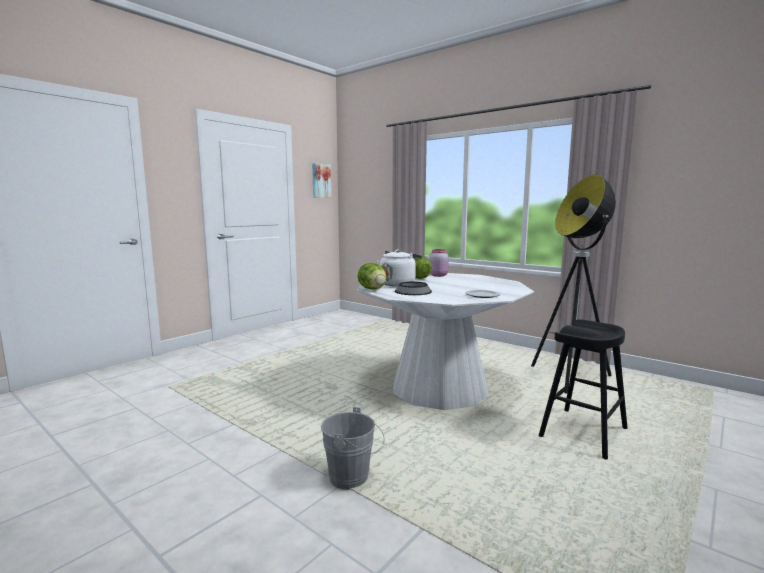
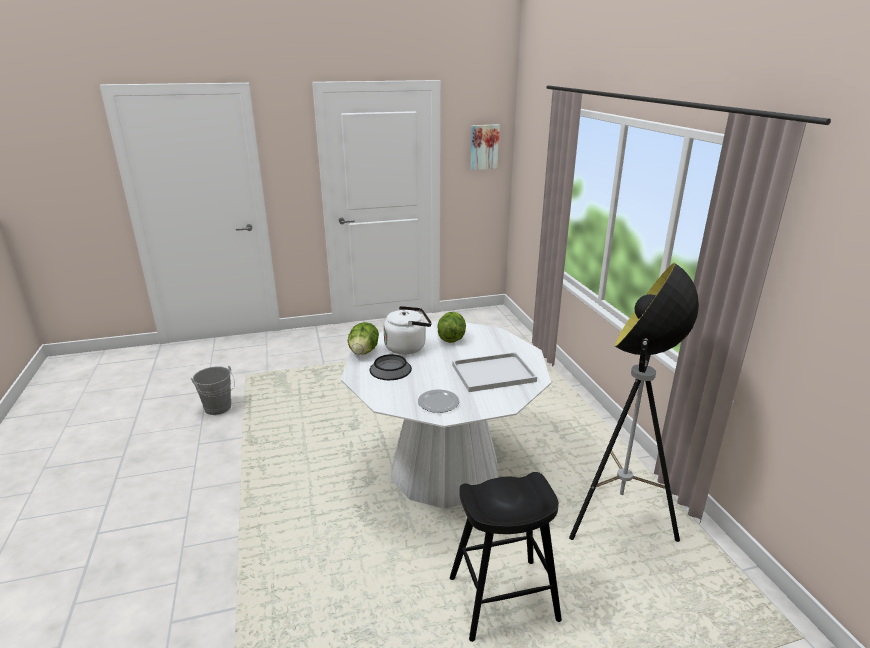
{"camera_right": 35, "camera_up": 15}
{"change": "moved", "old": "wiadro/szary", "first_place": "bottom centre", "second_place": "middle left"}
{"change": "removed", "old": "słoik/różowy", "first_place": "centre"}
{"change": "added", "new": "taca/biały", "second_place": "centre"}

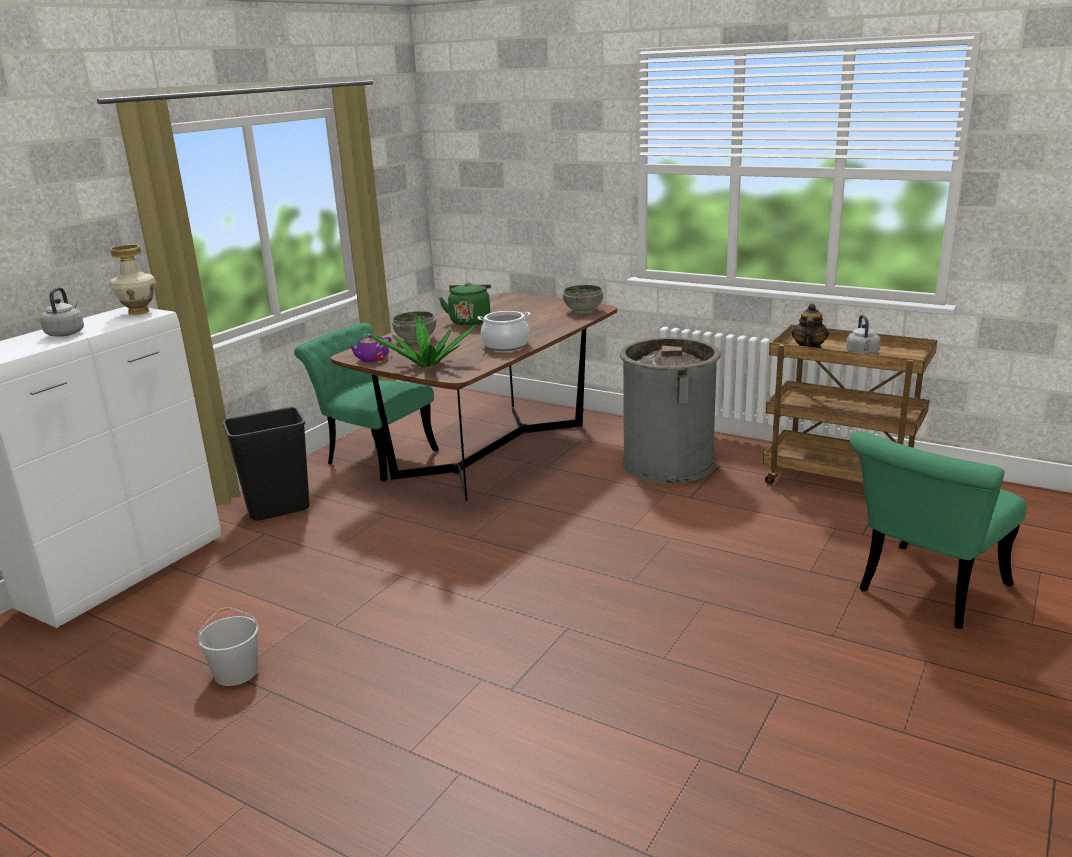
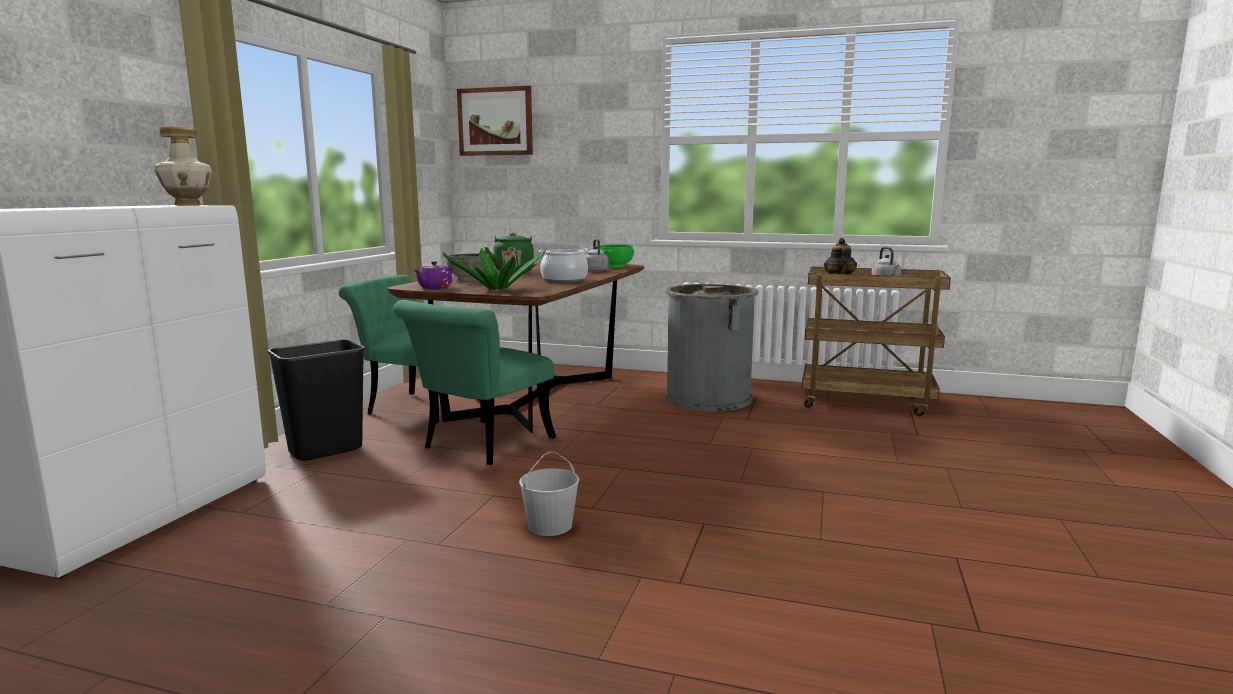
{"camera_right": -15, "camera_up": -10}
{"change": "moved", "old": "czajnik/szary (1st from left)", "first_place": "middle left", "second_place": "centre"}
{"change": "moved", "old": "wiadro/biały", "first_place": "bottom left", "second_place": "bottom centre"}
{"change": "recoloured", "old": "miska/szary (2nd from left)", "new": "miska/zielony", "first_place": "centre", "second_place": "centre"}
{"change": "moved", "old": "krzesło/zielony (2nd from left)", "first_place": "middle right", "second_place": "centre"}
{"change": "added", "new": "obraz", "second_place": "top centre"}

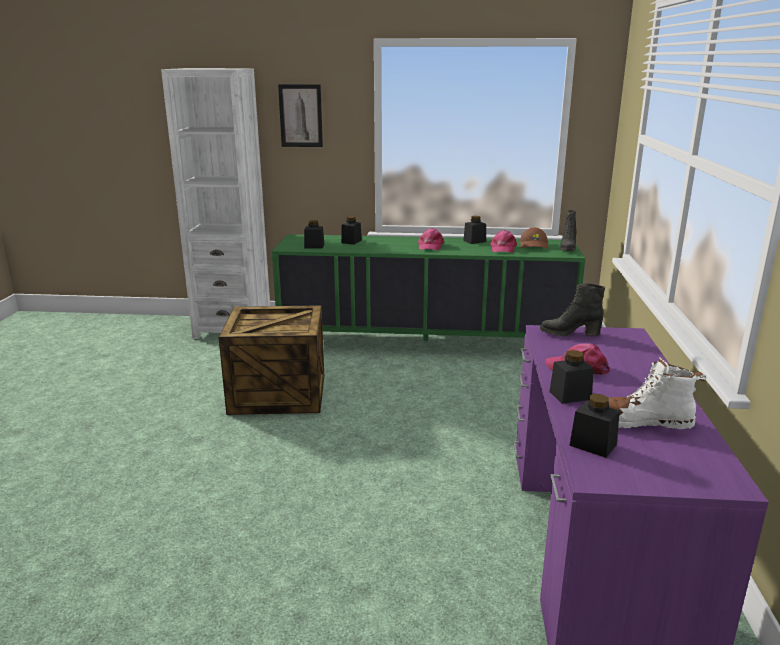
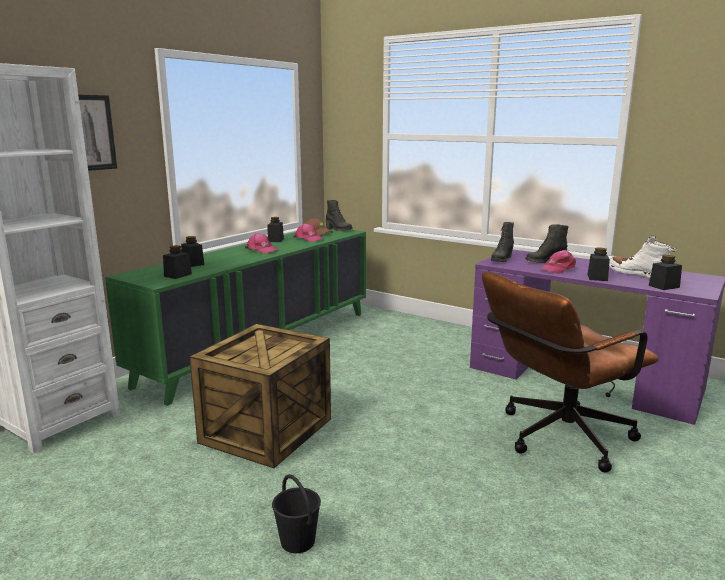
{"camera_right": -60, "camera_up": -5}
{"change": "turned", "old": "but z cholewką/biały", "first_place": "middle right", "second_place": "middle right", "degrees": 105}
{"change": "added", "new": "wiadro/czarny", "second_place": "bottom centre"}
{"change": "added", "new": "krzesło biurowe/brązowy", "second_place": "middle right"}
{"change": "added", "new": "but z cholewką/czarny (3rd from left)", "second_place": "middle right"}

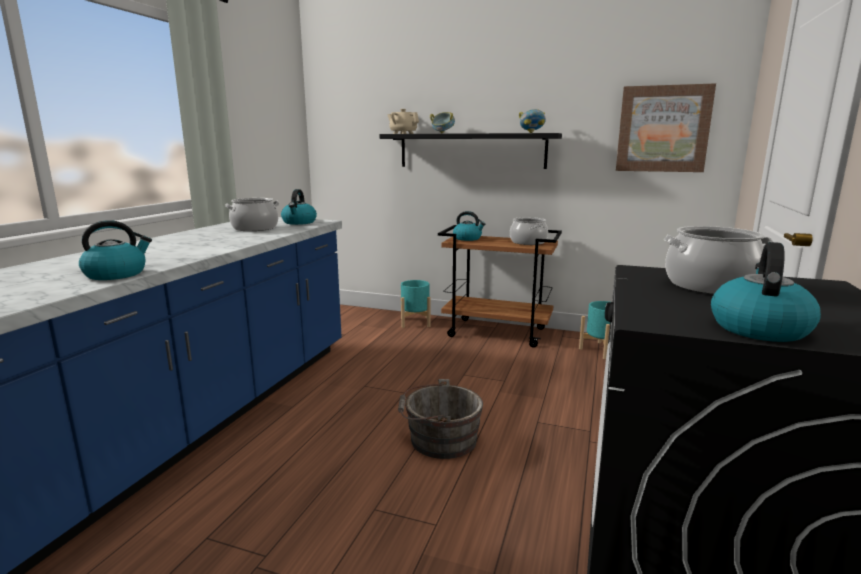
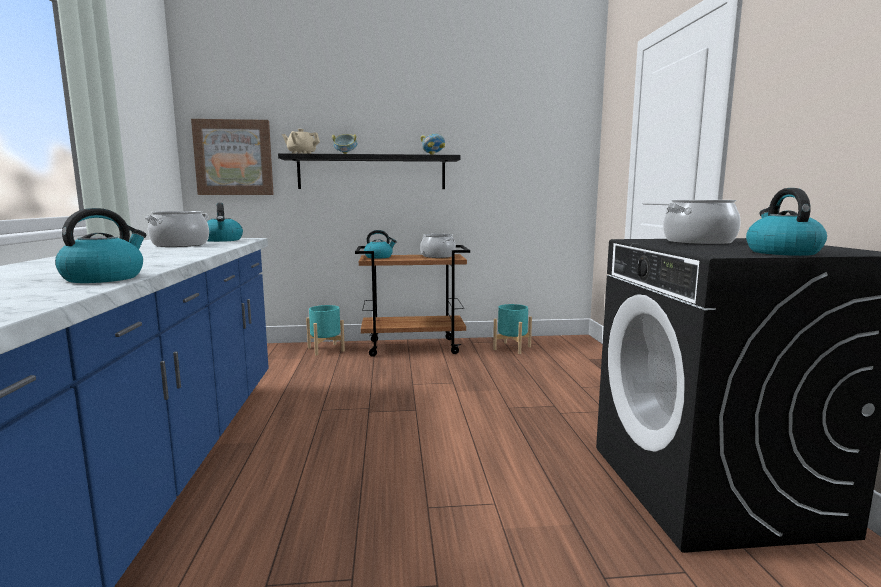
{"camera_right": -25, "camera_up": -5}
{"change": "removed", "old": "wiadro/szary", "first_place": "bottom centre"}
{"change": "moved", "old": "obraz", "first_place": "top right", "second_place": "top left"}

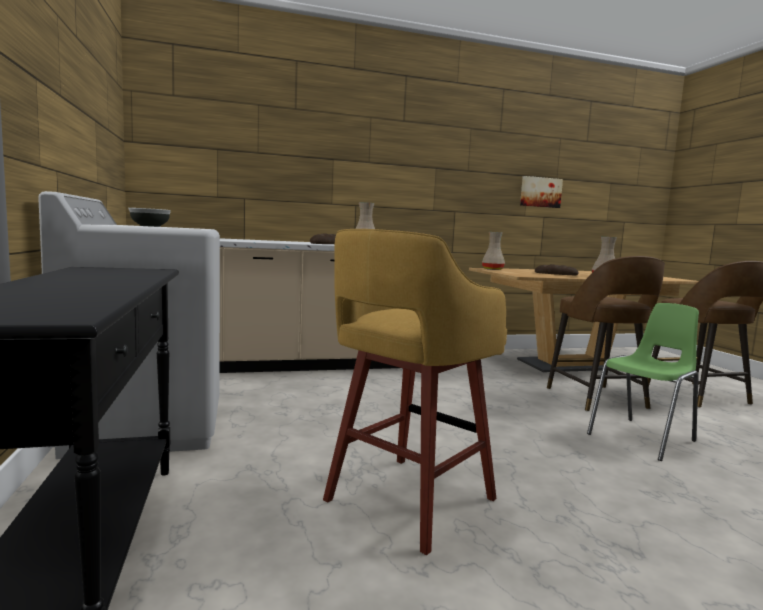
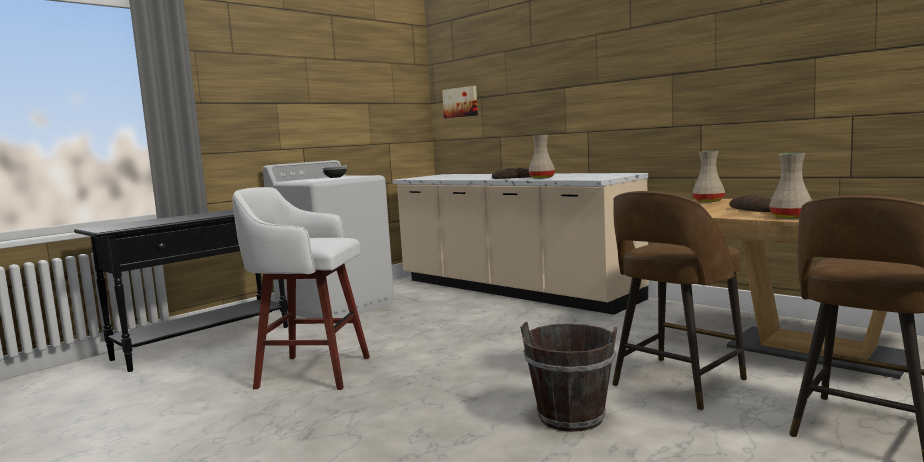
{"camera_right": 60, "camera_up": 0}
{"change": "recoloured", "old": "stołek/żółty", "new": "stołek/biały", "first_place": "centre", "second_place": "middle left"}
{"change": "moved", "old": "obraz", "first_place": "top right", "second_place": "top centre"}
{"change": "replaced", "old": "krzesło/zielony", "new": "wiadro/brązowy", "first_place": "middle right", "second_place": "bottom centre"}

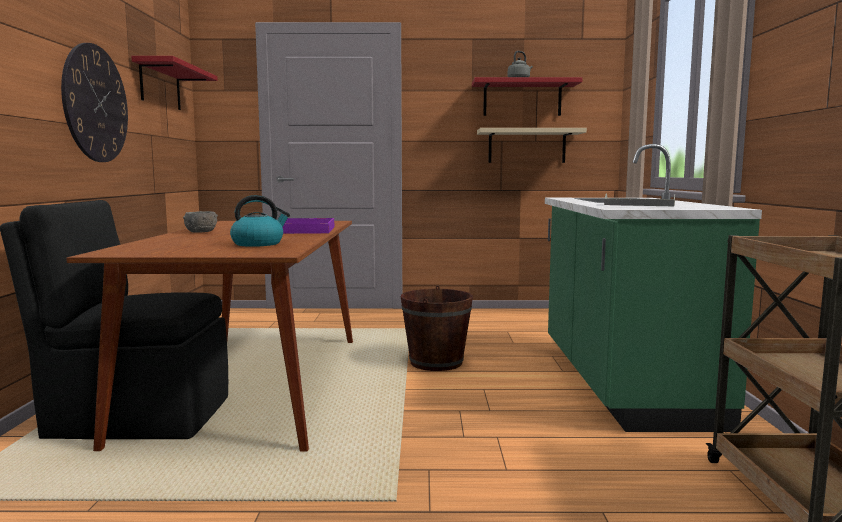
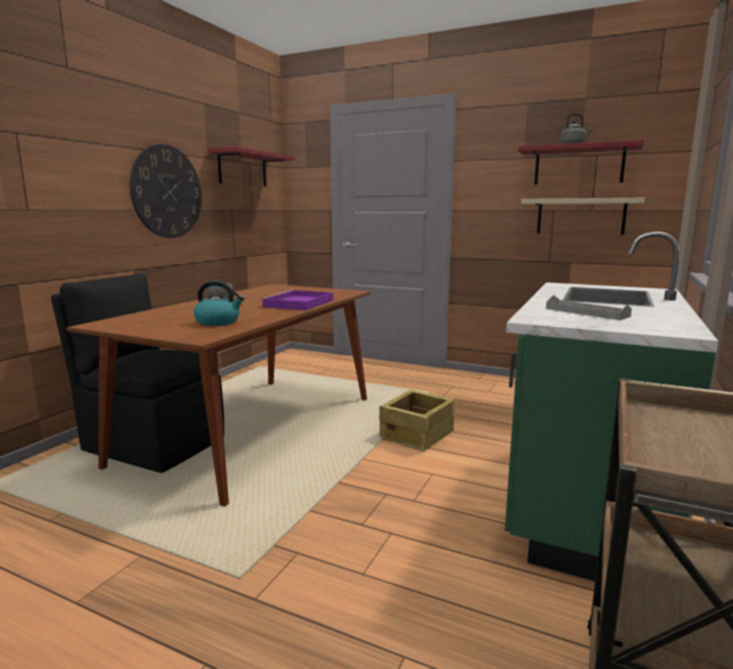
{"camera_right": 25, "camera_up": 5}
{"change": "replaced", "old": "wiadro/brązowy", "new": "skrzynka", "first_place": "centre", "second_place": "centre"}

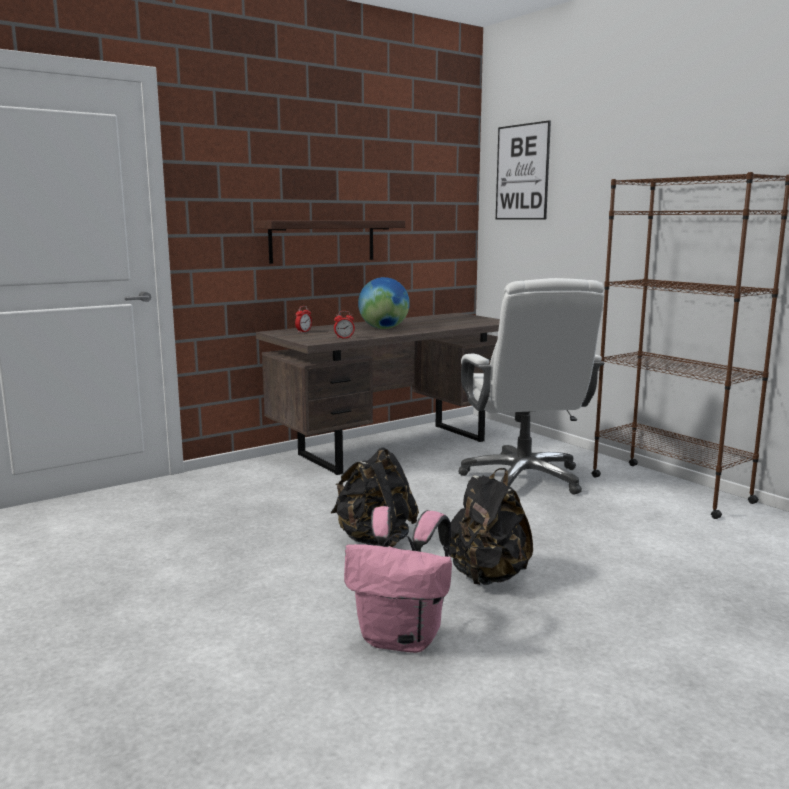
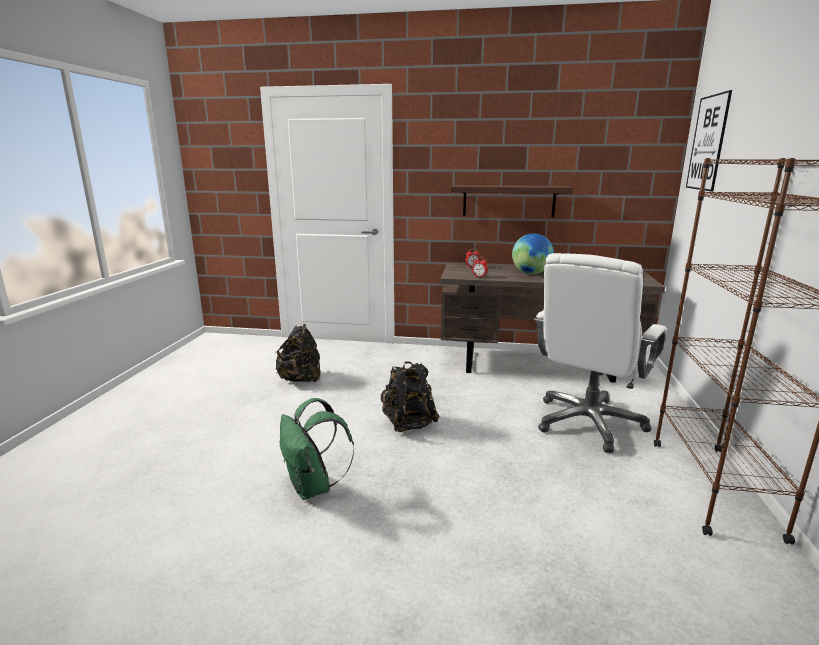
{"camera_right": 45, "camera_up": 5}
{"change": "recoloured", "old": "plecak/różowy", "new": "plecak/zielony", "first_place": "bottom centre", "second_place": "bottom centre"}
{"change": "moved", "old": "plecak/czarny (2nd from left in the first image)", "new": "plecak/czarny (1st from left)", "first_place": "bottom centre", "second_place": "centre"}

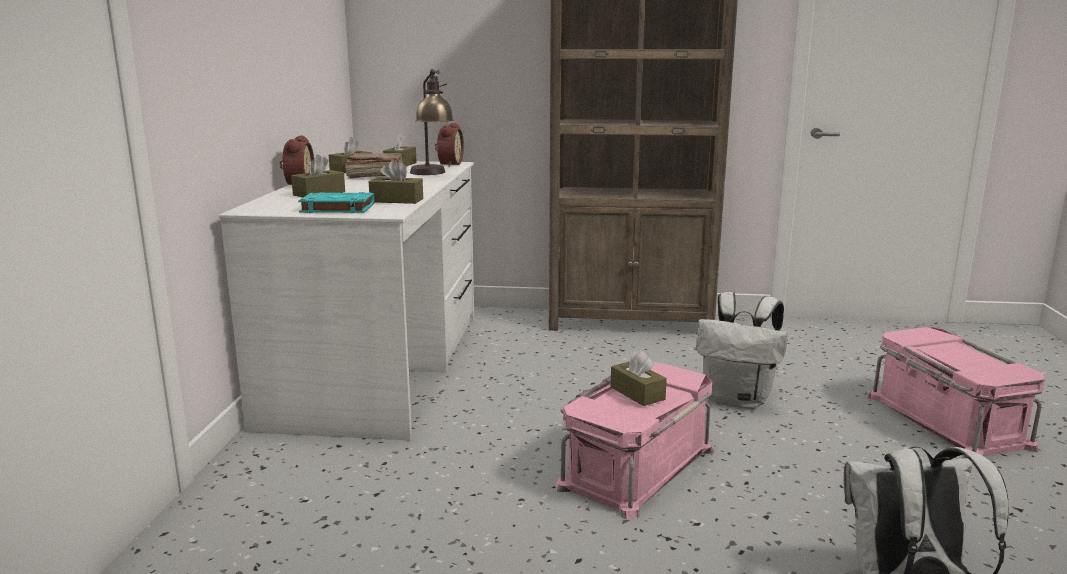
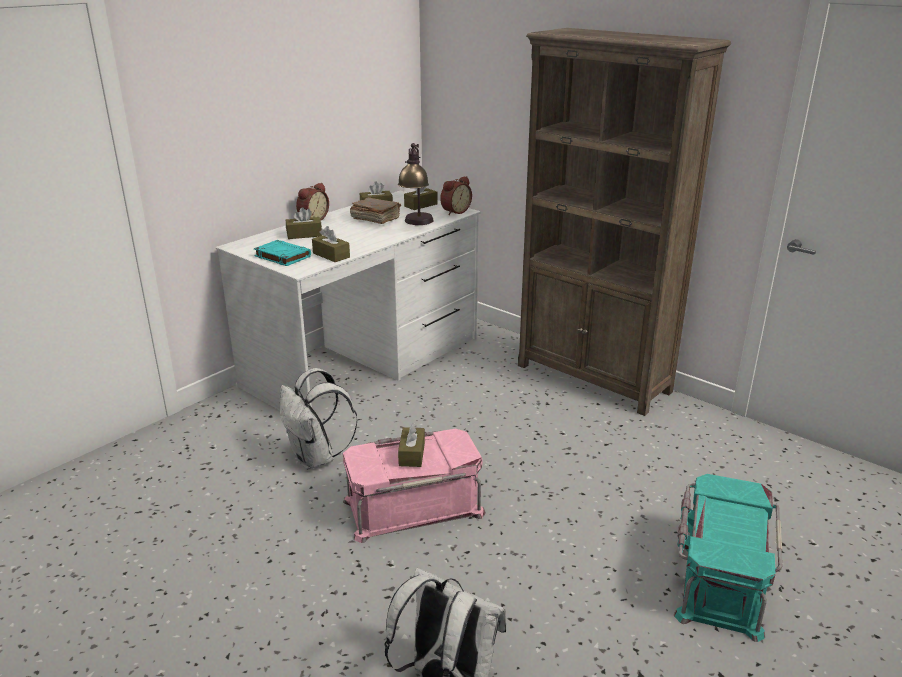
{"camera_right": 35, "camera_up": 10}
{"change": "moved", "old": "plecak/biały (1st from left)", "first_place": "middle right", "second_place": "centre"}
{"change": "recoloured", "old": "pojemnik do przechowywania/różowy (2nd from left)", "new": "pojemnik do przechowywania/turkusowy", "first_place": "bottom right", "second_place": "bottom right"}

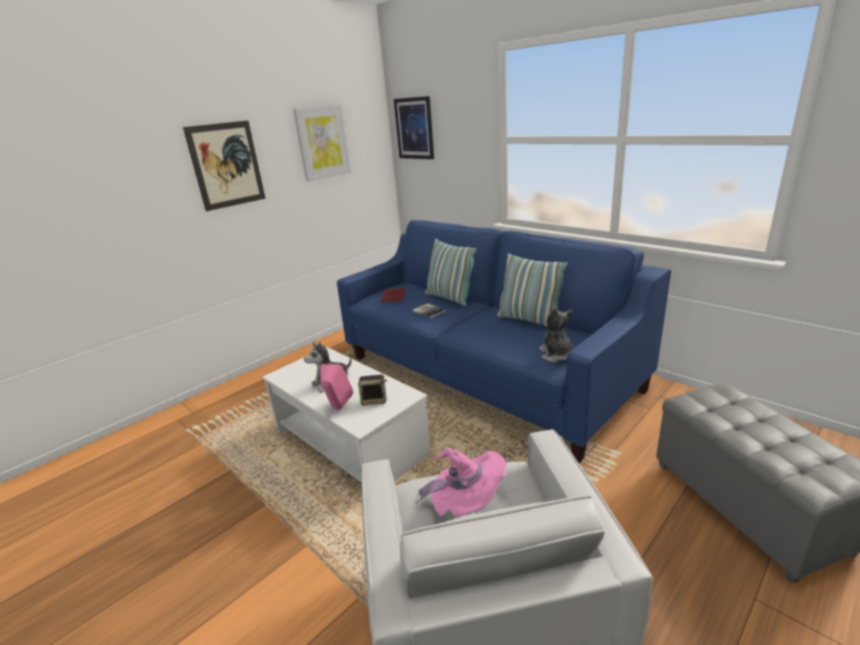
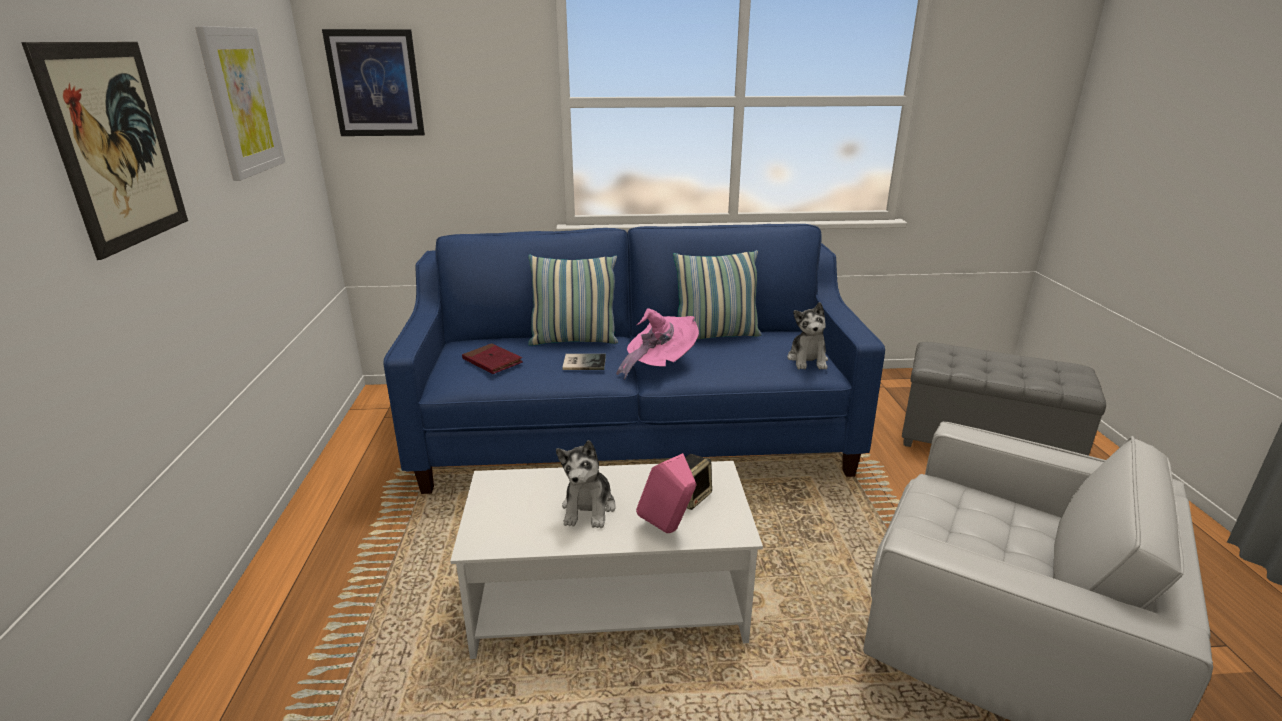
{"camera_right": -50, "camera_up": 0}
{"change": "moved", "old": "kapelusz/różowy", "first_place": "bottom centre", "second_place": "centre"}
{"change": "turned", "old": "pluszak (2nd from left)", "first_place": "centre", "second_place": "centre", "degrees": -120}

